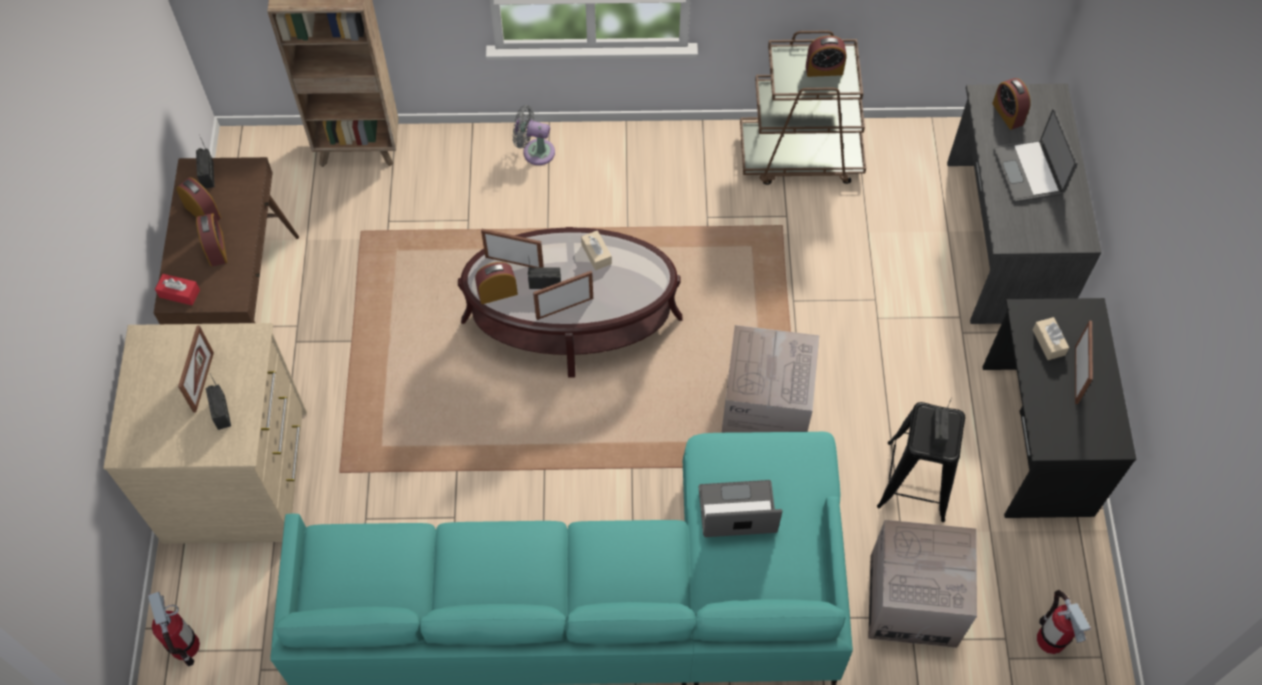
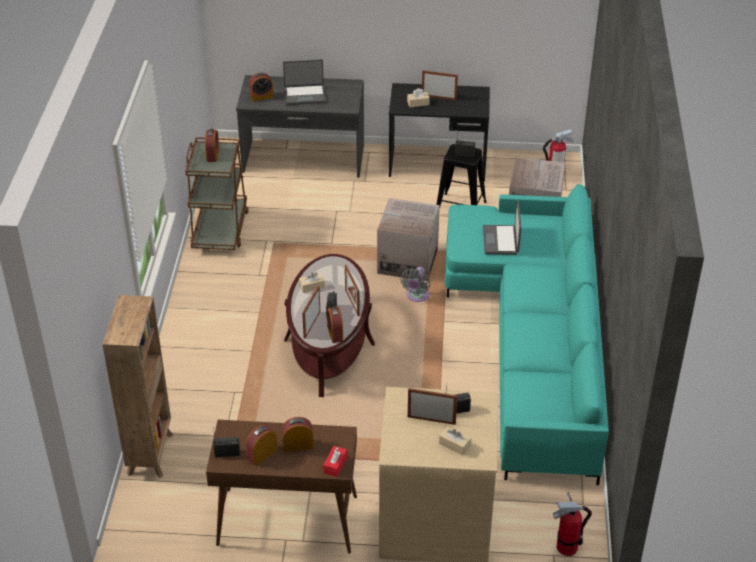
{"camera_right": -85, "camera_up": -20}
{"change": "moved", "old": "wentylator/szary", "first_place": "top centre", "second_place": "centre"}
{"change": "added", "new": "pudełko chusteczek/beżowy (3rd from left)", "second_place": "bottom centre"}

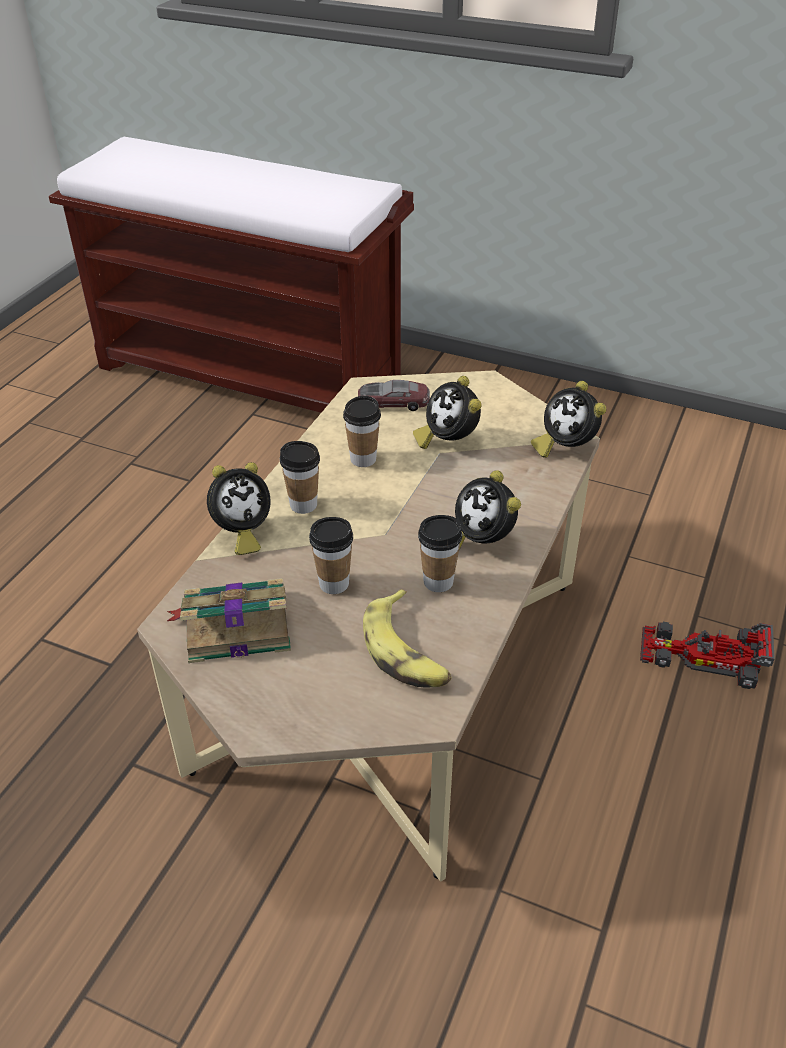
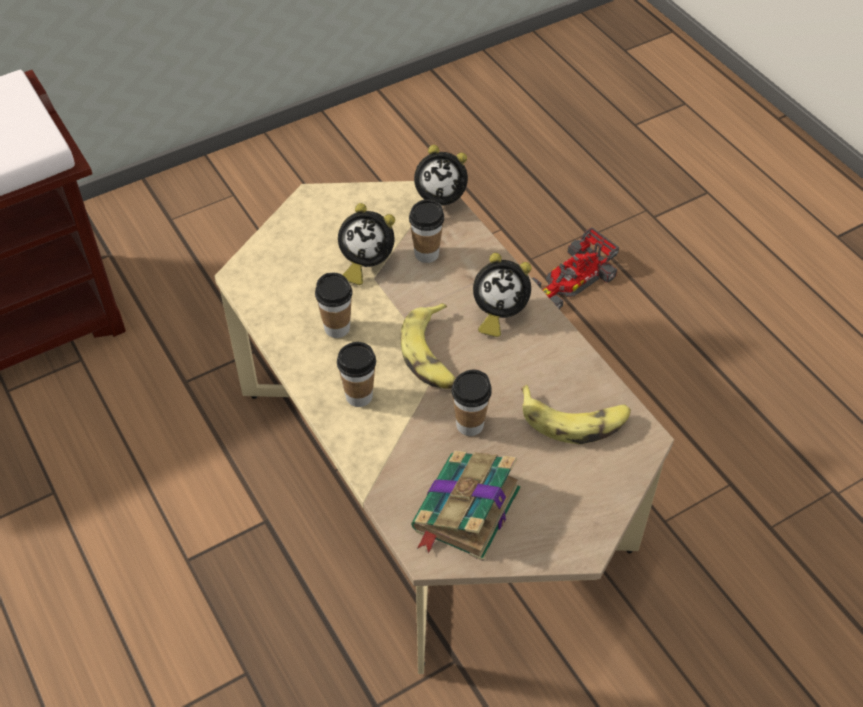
{"camera_right": -55, "camera_up": 10}
{"change": "removed", "old": "budzik (1st from left)", "first_place": "middle left"}
{"change": "removed", "old": "samochodzik (1st from left)", "first_place": "centre"}
{"change": "moved", "old": "filiżanka (4th from left in the first image)", "new": "filiżanka (3rd from left)", "first_place": "centre", "second_place": "top centre"}
{"change": "added", "new": "banan (1st from left)", "second_place": "centre"}

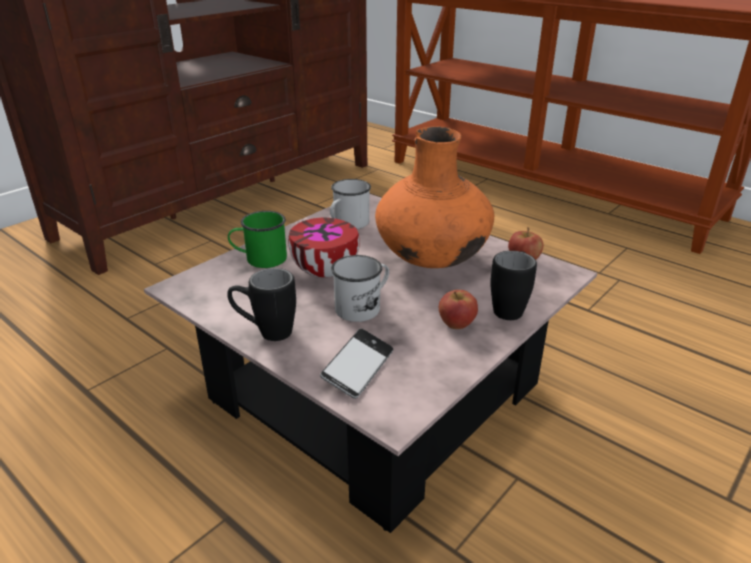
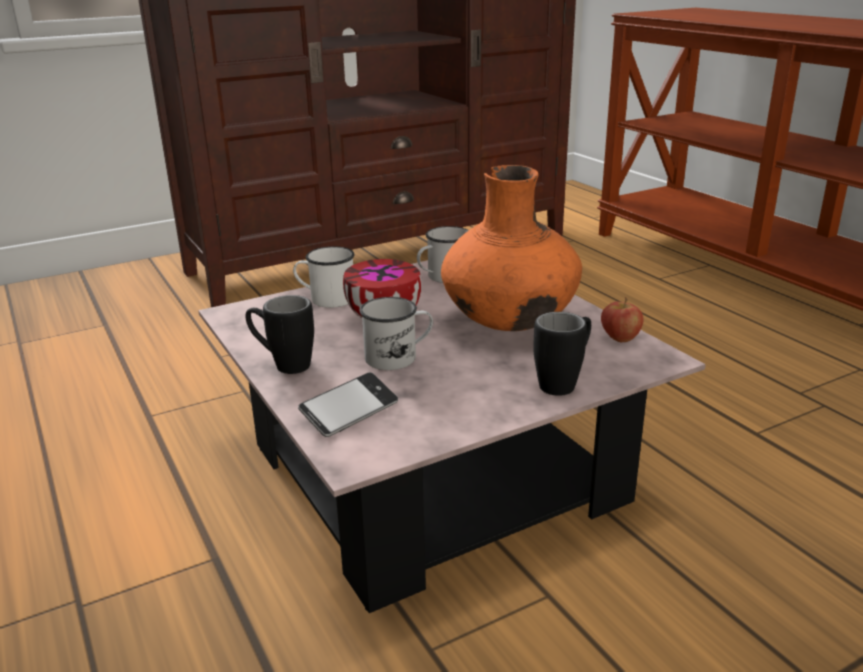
{"camera_right": 20, "camera_up": -5}
{"change": "recoloured", "old": "kubek/zielony", "new": "kubek/biały (1st from left)", "first_place": "centre", "second_place": "centre"}
{"change": "removed", "old": "jabłko (1st from left)", "first_place": "centre"}

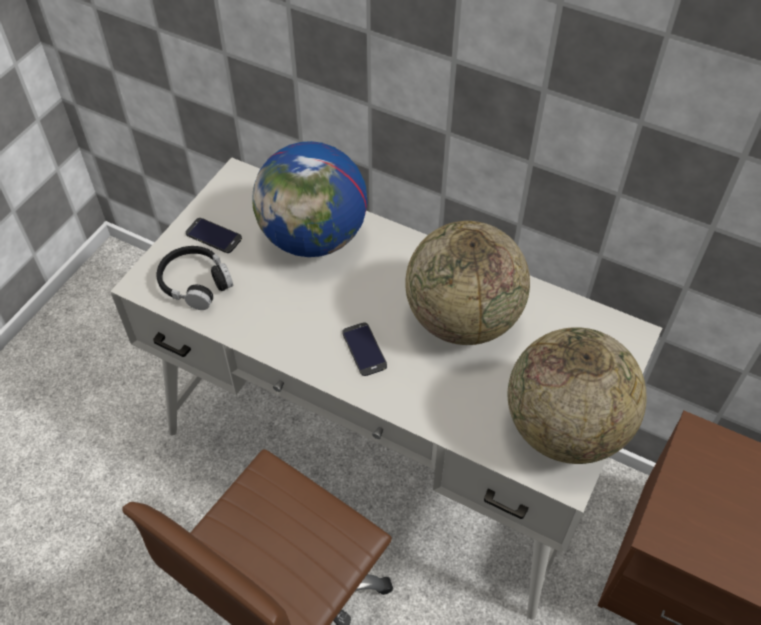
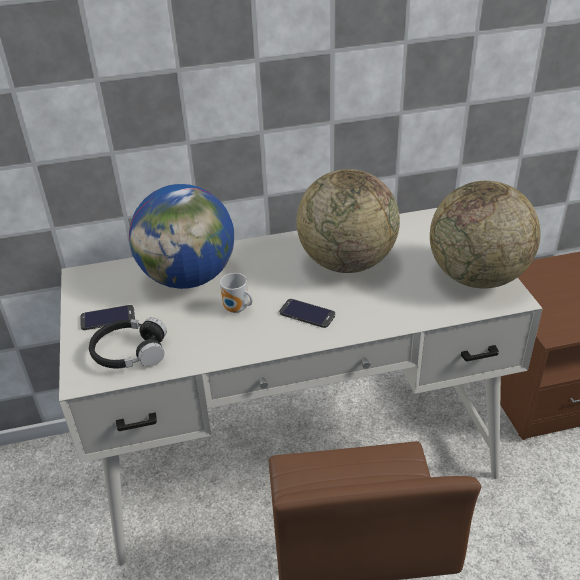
{"camera_right": -40, "camera_up": -15}
{"change": "added", "new": "kubek", "second_place": "centre"}

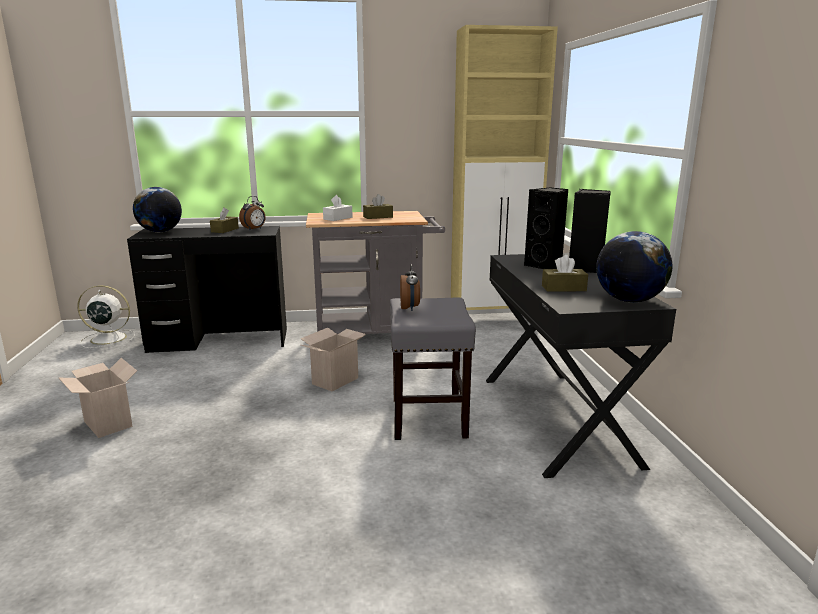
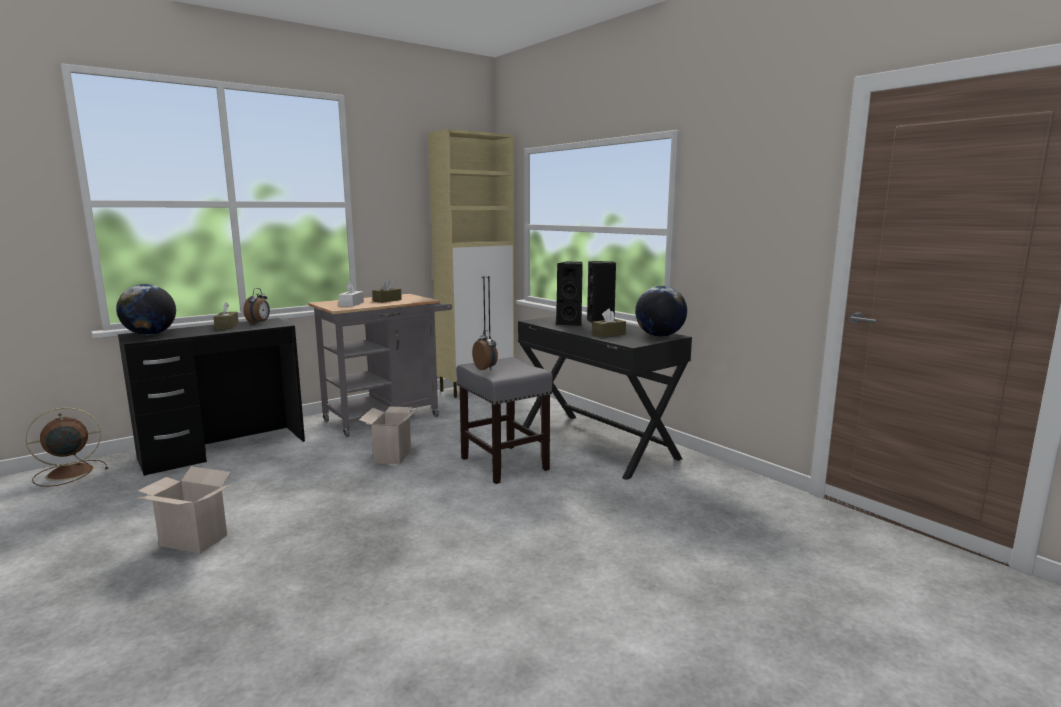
{"camera_right": -30, "camera_up": -5}
{"change": "recoloured", "old": "wentylator/biały", "new": "wentylator/brązowy", "first_place": "middle left", "second_place": "middle left"}

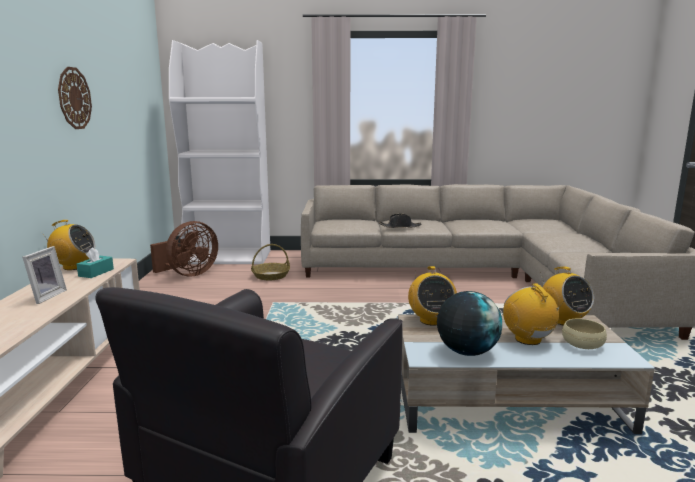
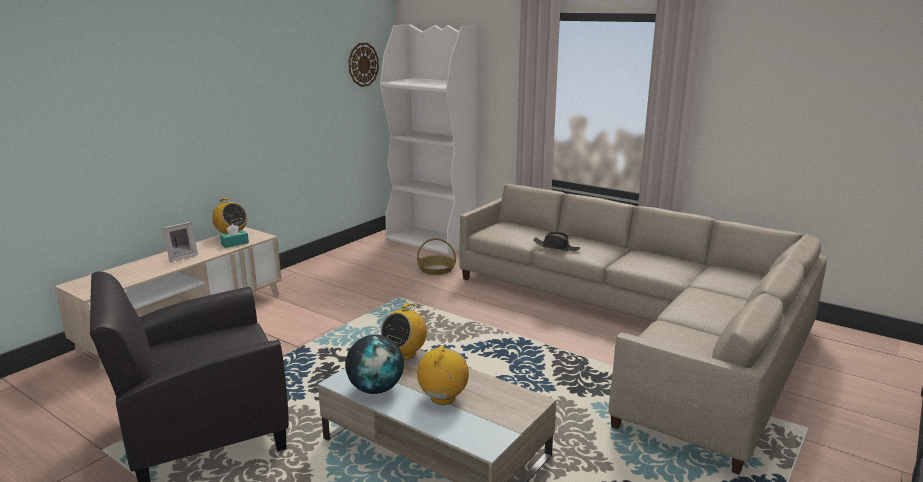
{"camera_right": 35, "camera_up": 5}
{"change": "moved", "old": "zegar ścienny", "first_place": "top left", "second_place": "top centre"}
{"change": "removed", "old": "wentylator/brązowy", "first_place": "middle left"}
{"change": "removed", "old": "radio (4th from left)", "first_place": "middle right"}
{"change": "removed", "old": "miska/beżowy", "first_place": "bottom right"}

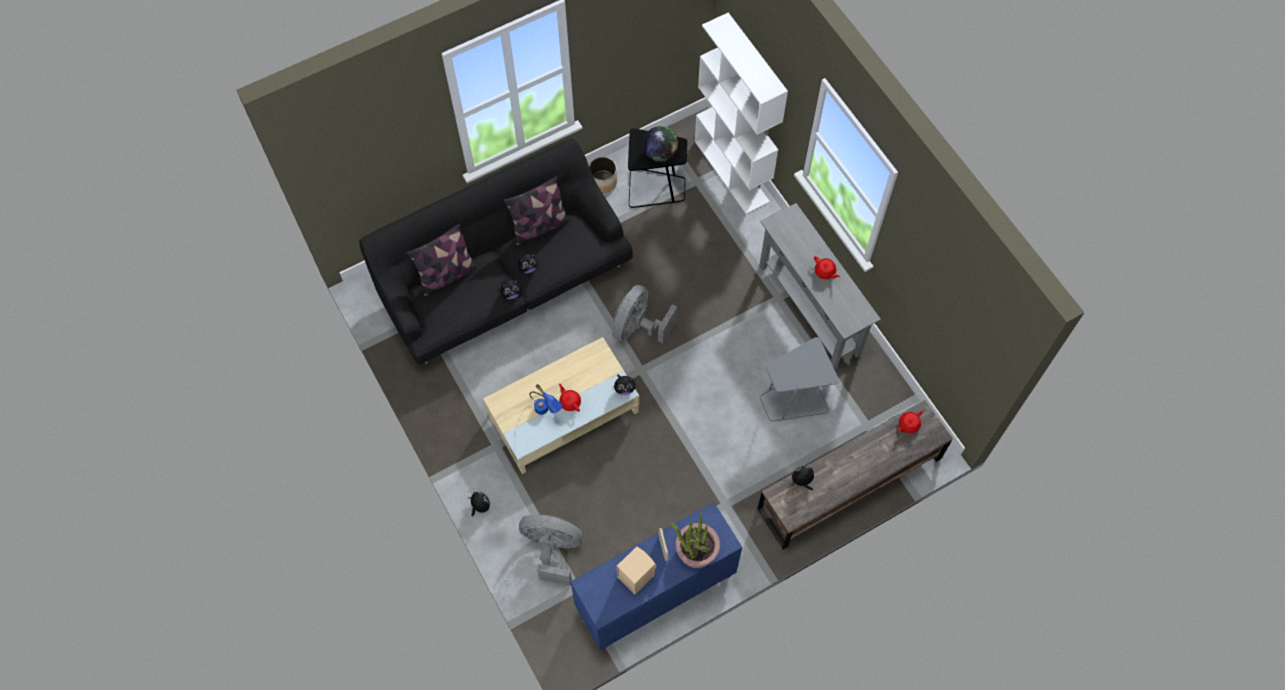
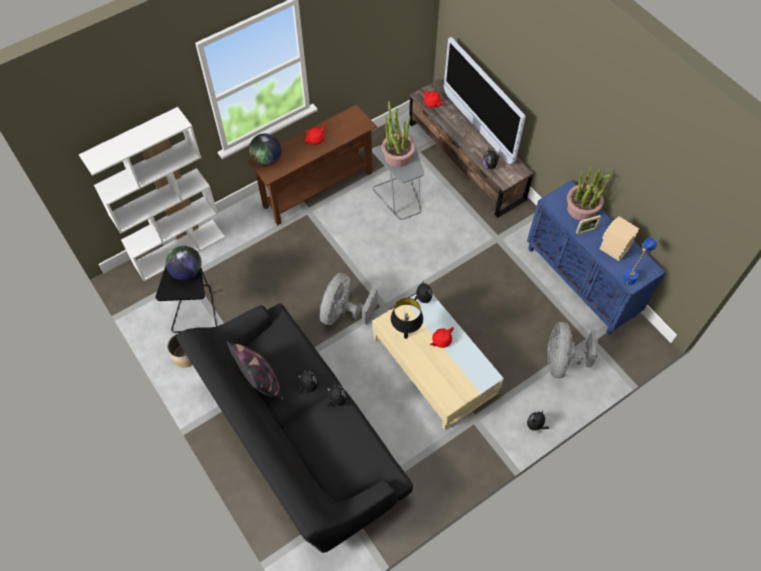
{"camera_right": -95, "camera_up": -5}
{"change": "removed", "old": "poduszka (1st from left)", "first_place": "centre"}
{"change": "moved", "old": "lampa stołowa/niebieski", "first_place": "centre", "second_place": "middle right"}
{"change": "turned", "old": "wentylator/szary (2nd from left in the first image)", "first_place": "centre", "second_place": "centre", "degrees": 90}
{"change": "recoloured", "old": "stolik konsolowy/szary", "new": "stolik konsolowy/brązowy", "first_place": "centre", "second_place": "top centre"}
{"change": "added", "new": "globus (2nd from left)", "second_place": "top centre"}
{"change": "added", "new": "roślina doniczkowa (1st from left)", "second_place": "top centre"}
{"change": "added", "new": "lampa stołowa/czarny", "second_place": "centre"}
{"change": "added", "new": "telewizor", "second_place": "top centre"}

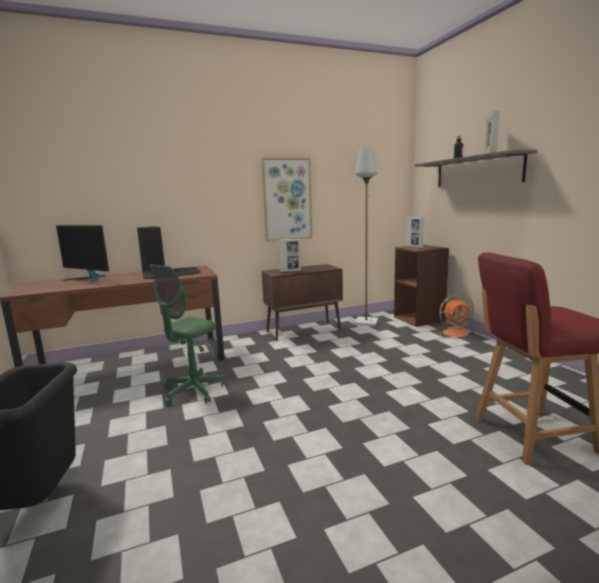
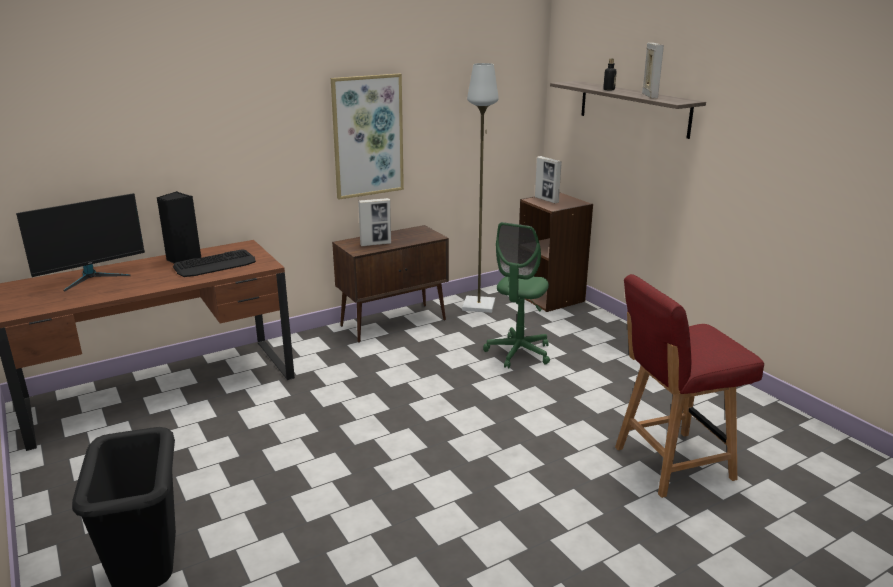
{"camera_right": -10, "camera_up": 10}
{"change": "turned", "old": "monitor", "first_place": "middle left", "second_place": "middle left", "degrees": -60}
{"change": "moved", "old": "krzesło biurowe/zielony", "first_place": "middle left", "second_place": "centre"}
{"change": "removed", "old": "wentylator/pomarańczowy", "first_place": "middle right"}

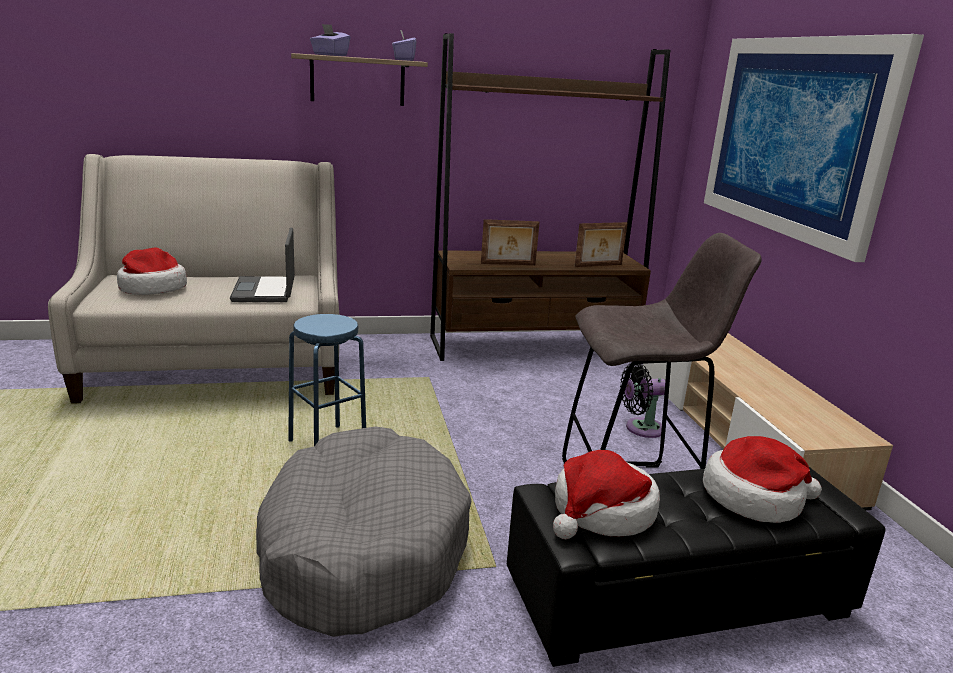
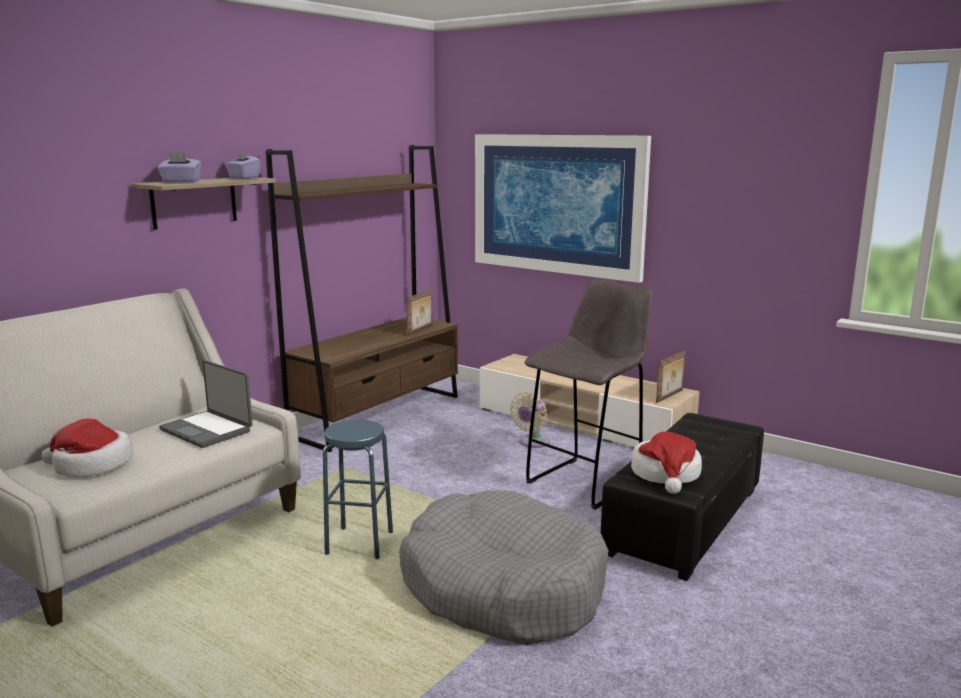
{"camera_right": -40, "camera_up": -5}
{"change": "moved", "old": "ramka na zdjęcie (1st from left in the first image)", "new": "ramka na zdjęcie (2nd from left)", "first_place": "centre", "second_place": "middle right"}
{"change": "recoloured", "old": "wentylator/czarny", "new": "wentylator/beżowy", "first_place": "middle right", "second_place": "centre"}
{"change": "removed", "old": "kapelusz (3rd from left)", "first_place": "bottom right"}

